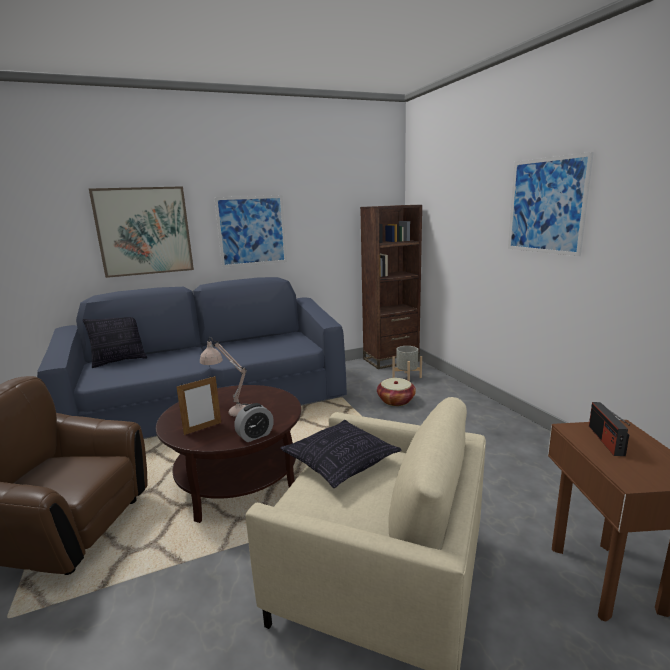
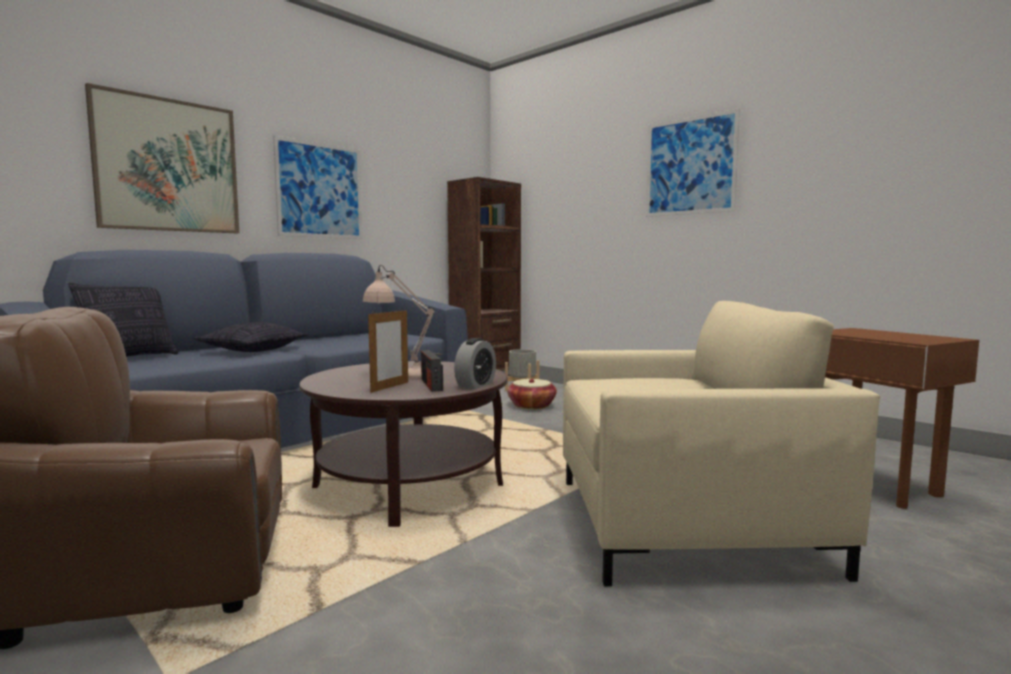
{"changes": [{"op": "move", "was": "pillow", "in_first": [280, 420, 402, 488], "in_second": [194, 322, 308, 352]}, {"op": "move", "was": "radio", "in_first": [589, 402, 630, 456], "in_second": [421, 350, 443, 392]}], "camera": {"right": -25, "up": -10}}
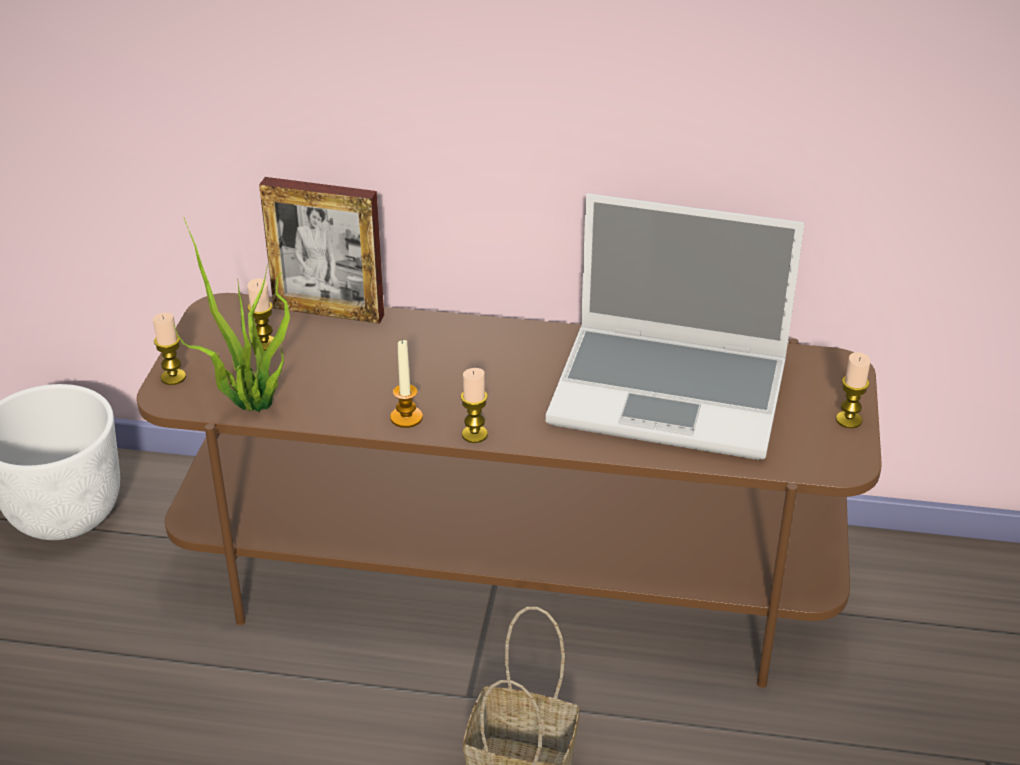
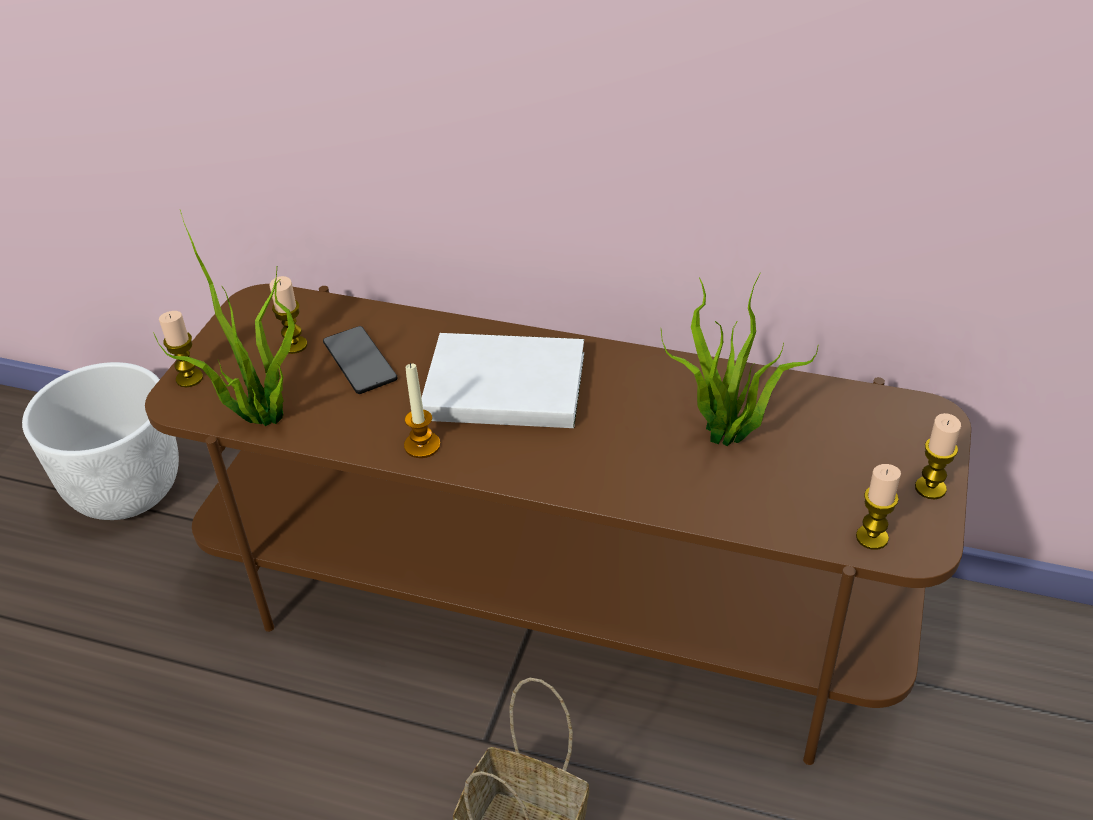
{"changes": [{"op": "insert", "now": "phone", "in_second": [323, 326, 398, 394]}, {"op": "insert", "now": "white book", "in_second": [421, 333, 584, 428]}, {"op": "replace", "was": "laptop", "now": "potted plant", "in_first": [545, 193, 805, 460], "in_second": [661, 273, 818, 446]}, {"op": "move", "was": "candle", "in_first": [461, 368, 488, 443], "in_second": [856, 464, 901, 550]}, {"op": "delete", "was": "picture frame", "in_first": [259, 177, 384, 324]}], "camera": {"right": 10, "up": 5}}
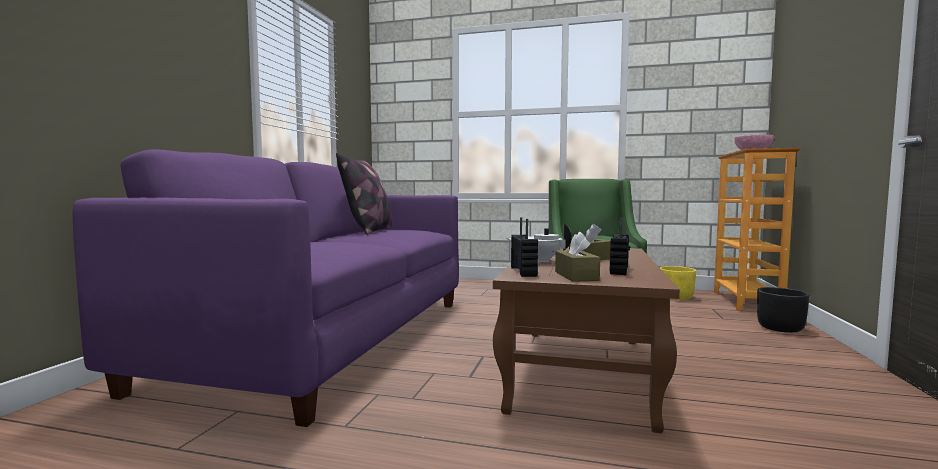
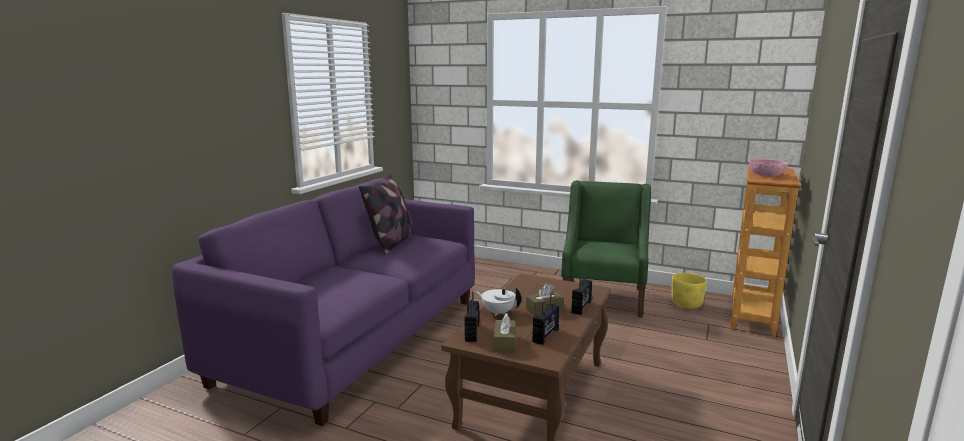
{"changes": [{"op": "insert", "now": "radio", "in_second": [571, 271, 592, 315]}, {"op": "delete", "was": "black planter", "in_first": [757, 287, 810, 333]}], "camera": {"right": 10, "up": 10}}
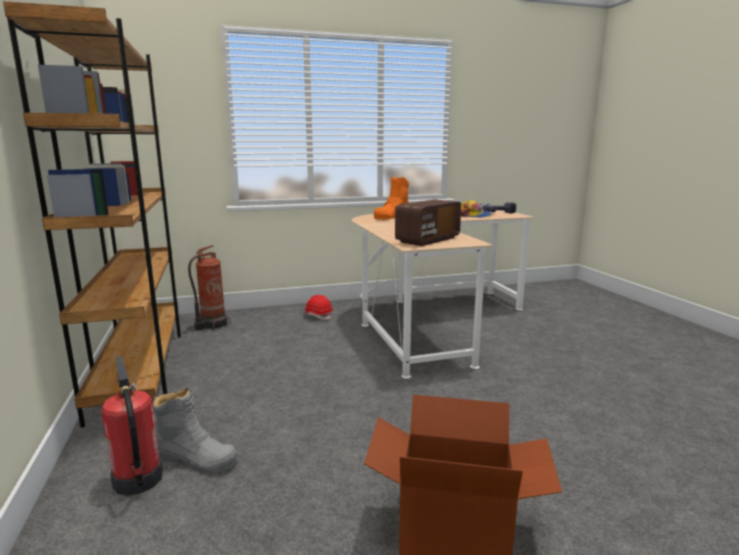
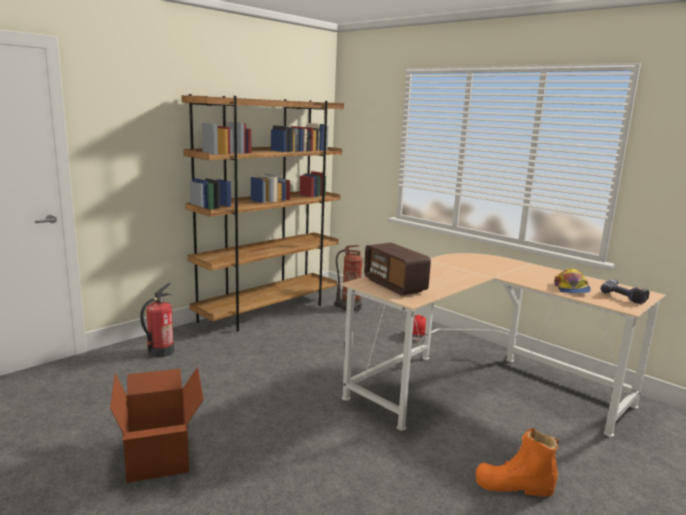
{"changes": [{"op": "rotate", "was": "radio", "in_first": [395, 199, 461, 246], "in_second": [364, 243, 431, 296], "clockwise": 45}, {"op": "move", "was": "orange boot", "in_first": [374, 177, 409, 220], "in_second": [476, 428, 559, 496]}, {"op": "delete", "was": "grey boot", "in_first": [152, 388, 238, 475]}], "camera": {"right": 60, "up": 0}}
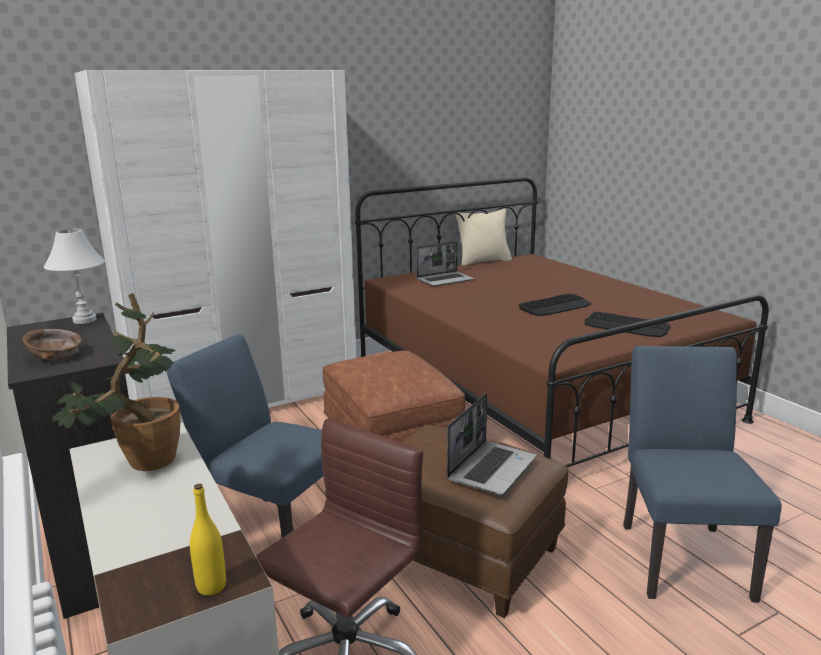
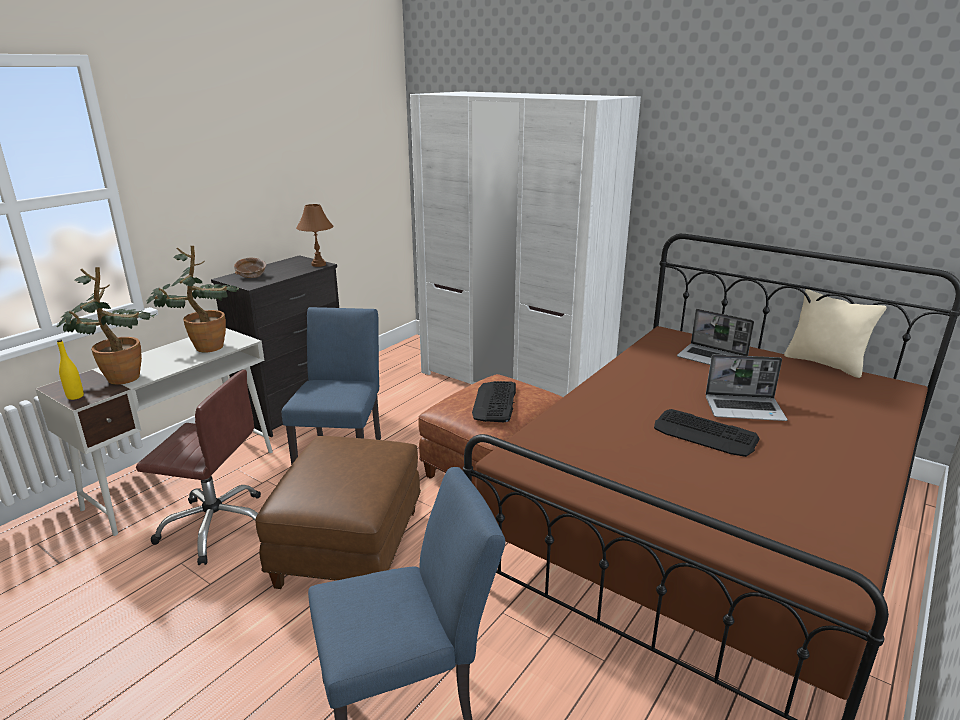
{"changes": [{"op": "insert", "now": "potted plant", "in_second": [57, 267, 156, 385]}, {"op": "recolor", "was": "white table lamp", "now": "brown table lamp", "in_first": [44, 229, 105, 324], "in_second": [296, 204, 334, 267]}, {"op": "move", "was": "keyboard", "in_first": [585, 312, 671, 337], "in_second": [472, 381, 516, 422]}, {"op": "move", "was": "laptop", "in_first": [447, 393, 536, 495], "in_second": [706, 354, 788, 421]}], "camera": {"right": 65, "up": 5}}
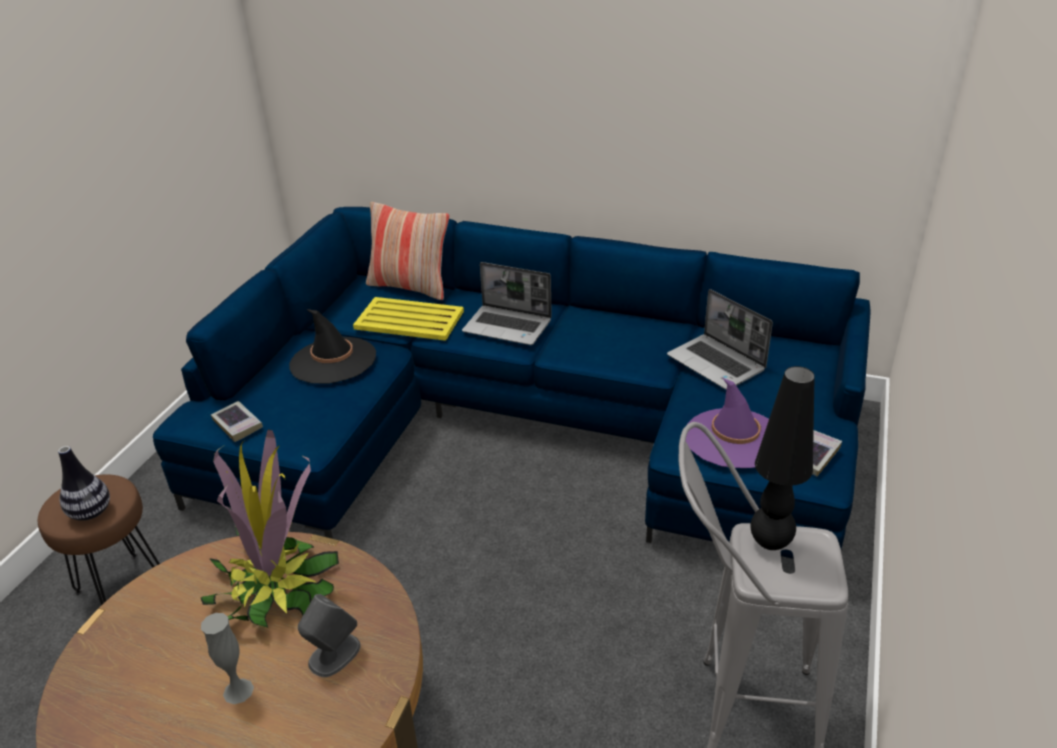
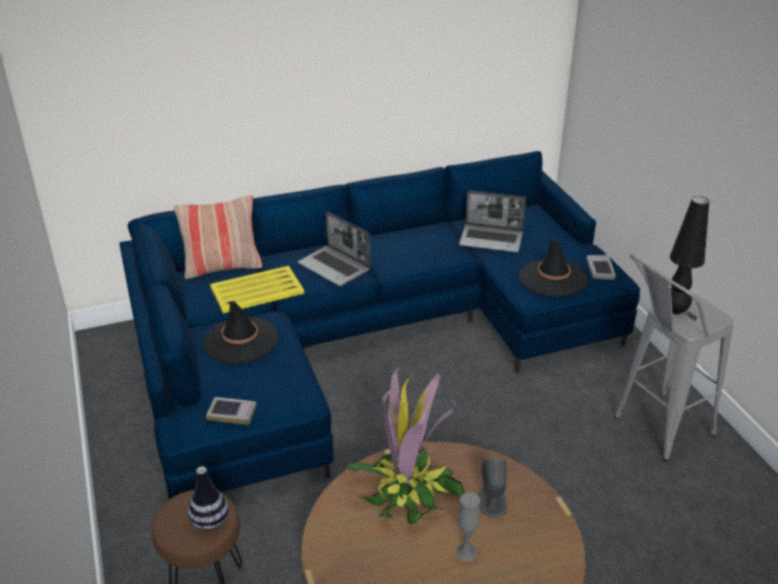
{"changes": [{"op": "rotate", "was": "laptop", "in_first": [462, 262, 552, 345], "in_second": [298, 211, 371, 286], "clockwise": 60}, {"op": "recolor", "was": "purple hat", "now": "black hat", "in_first": [686, 378, 769, 468], "in_second": [518, 238, 588, 296]}], "camera": {"right": -40, "up": 0}}
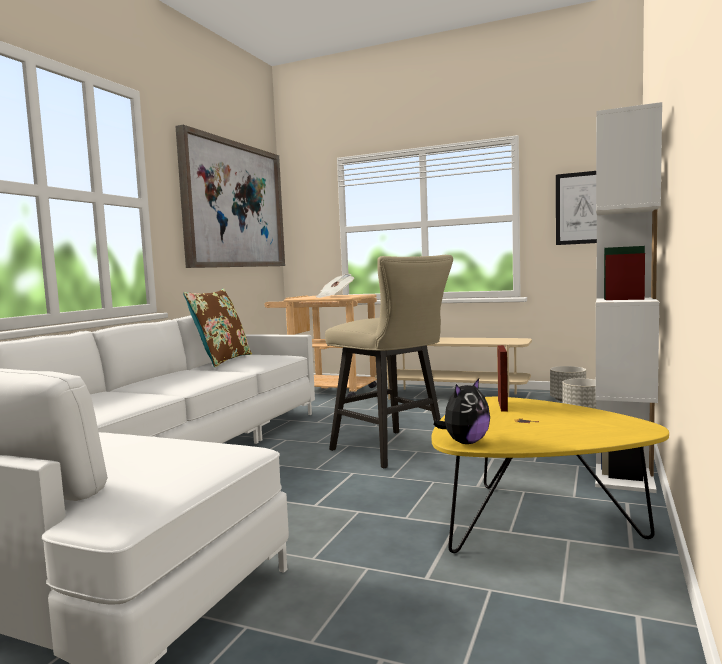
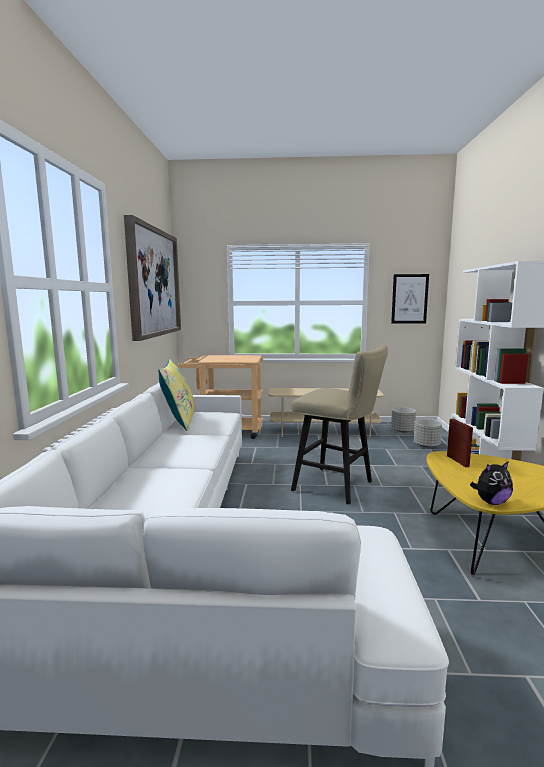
{"changes": [{"op": "recolor", "was": "brown pillow", "now": "yellow pillow", "in_first": [183, 288, 252, 367], "in_second": [158, 359, 195, 431]}, {"op": "rotate", "was": "plush toy", "in_first": [433, 379, 490, 444], "in_second": [470, 461, 513, 505], "clockwise": 45}, {"op": "delete", "was": "newspaper", "in_first": [316, 274, 354, 298]}], "camera": {"right": -20, "up": 5}}
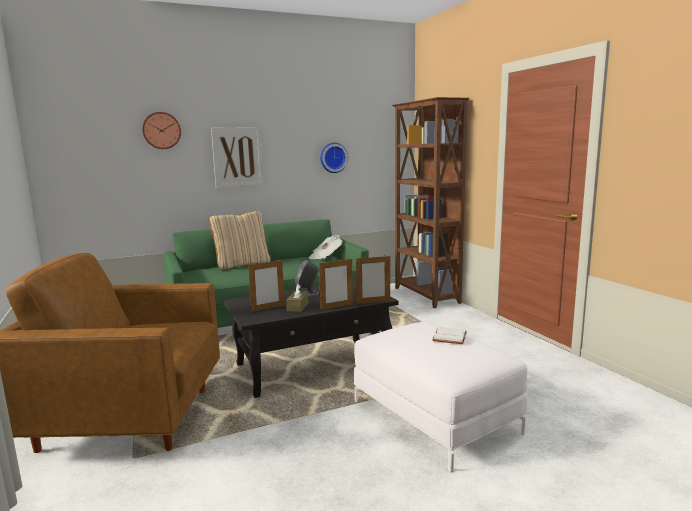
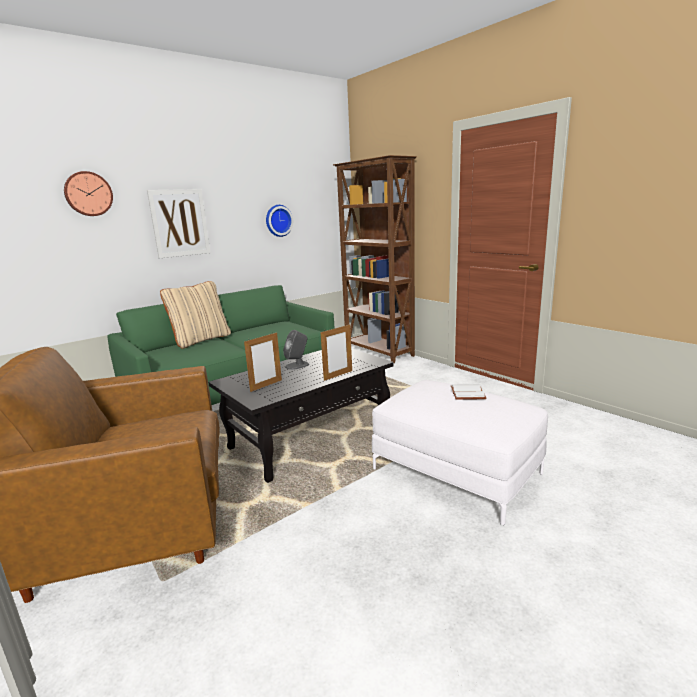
{"changes": [{"op": "delete", "was": "brown tissue box", "in_first": [287, 284, 308, 312]}, {"op": "delete", "was": "newspaper", "in_first": [309, 235, 343, 259]}, {"op": "delete", "was": "picture frame", "in_first": [356, 256, 390, 304]}], "camera": {"right": -15, "up": 5}}
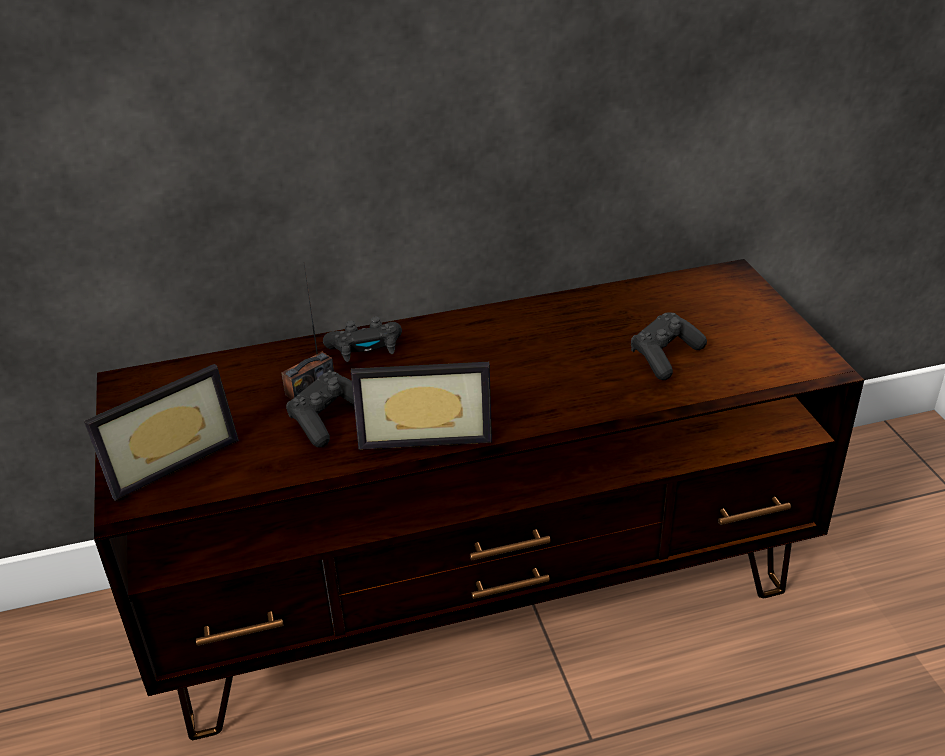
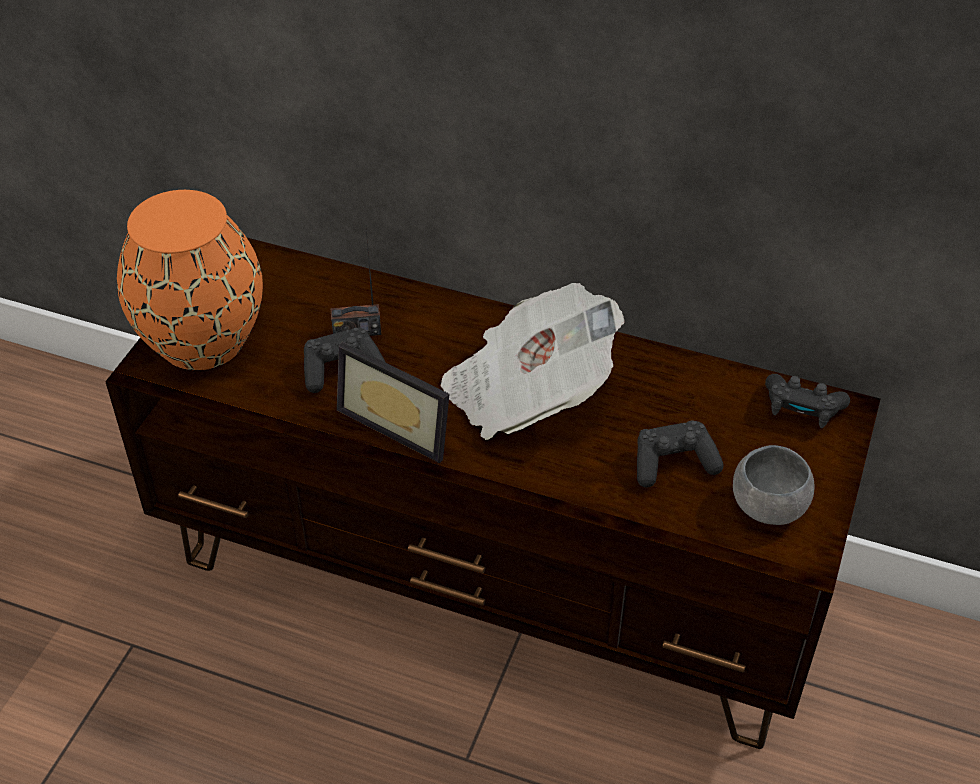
{"changes": [{"op": "replace", "was": "picture frame", "now": "orange vase", "in_first": [84, 364, 239, 501], "in_second": [117, 190, 263, 370]}, {"op": "insert", "now": "newspaper", "in_second": [441, 283, 625, 440]}, {"op": "insert", "now": "grey bowl", "in_second": [733, 445, 815, 525]}, {"op": "move", "was": "black game controller", "in_first": [323, 317, 402, 362], "in_second": [765, 374, 850, 428]}], "camera": {"right": 35, "up": 10}}
